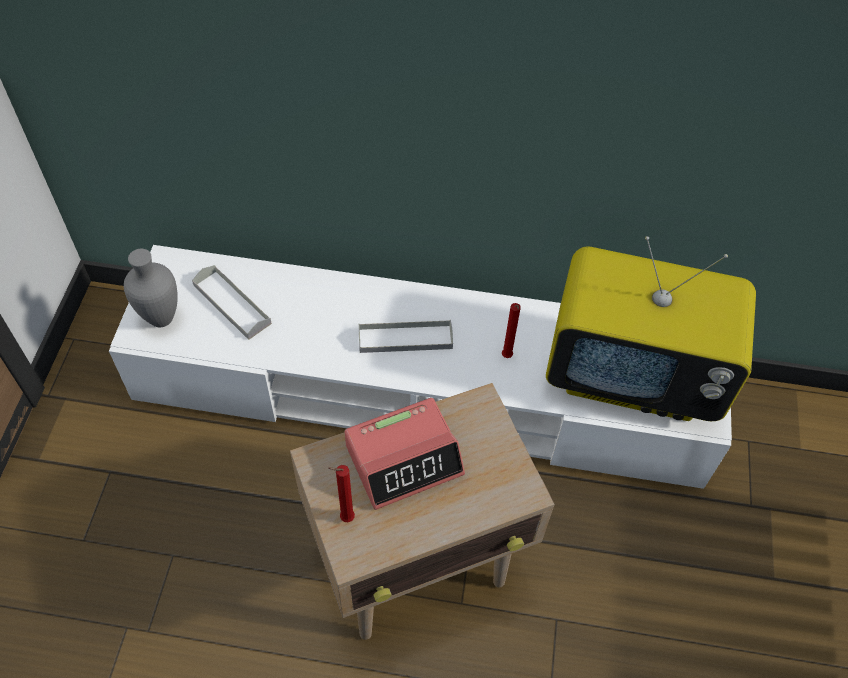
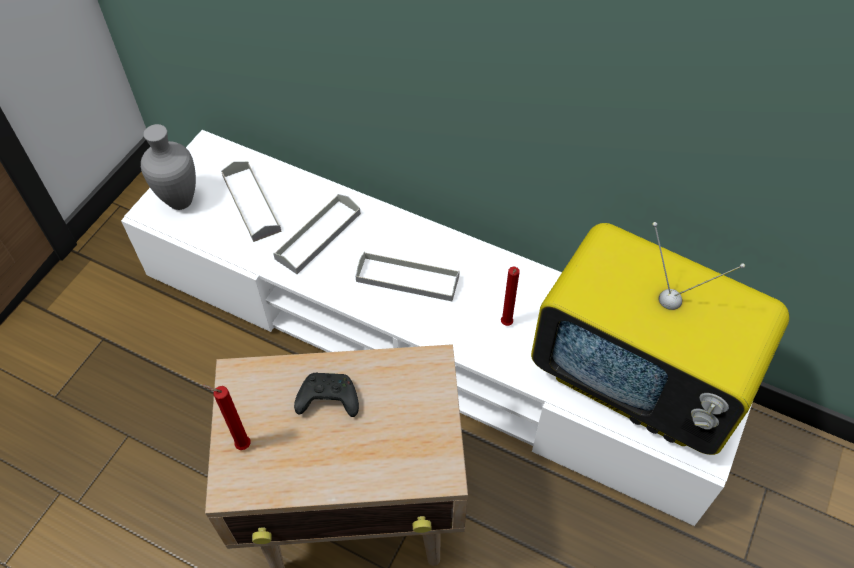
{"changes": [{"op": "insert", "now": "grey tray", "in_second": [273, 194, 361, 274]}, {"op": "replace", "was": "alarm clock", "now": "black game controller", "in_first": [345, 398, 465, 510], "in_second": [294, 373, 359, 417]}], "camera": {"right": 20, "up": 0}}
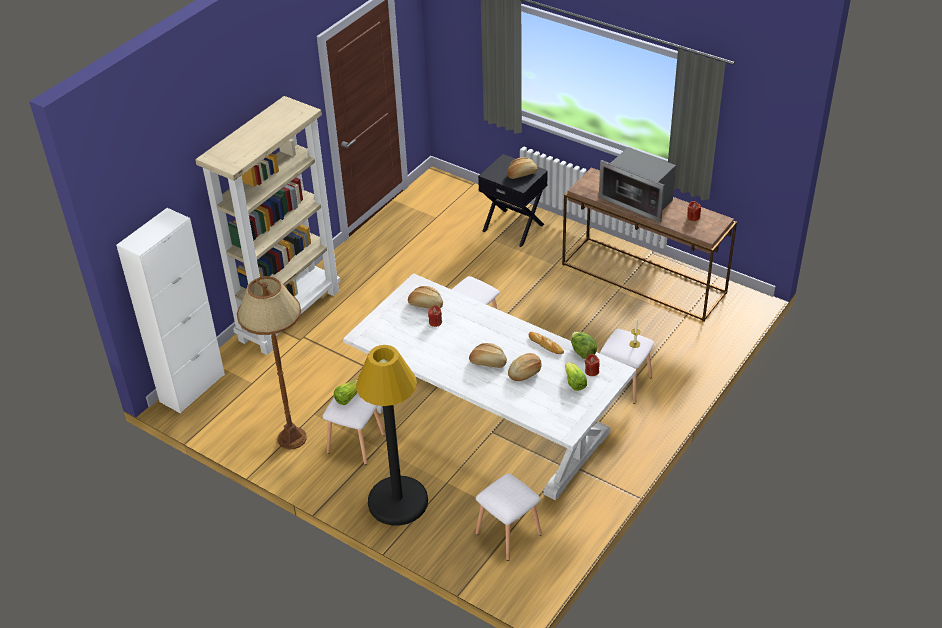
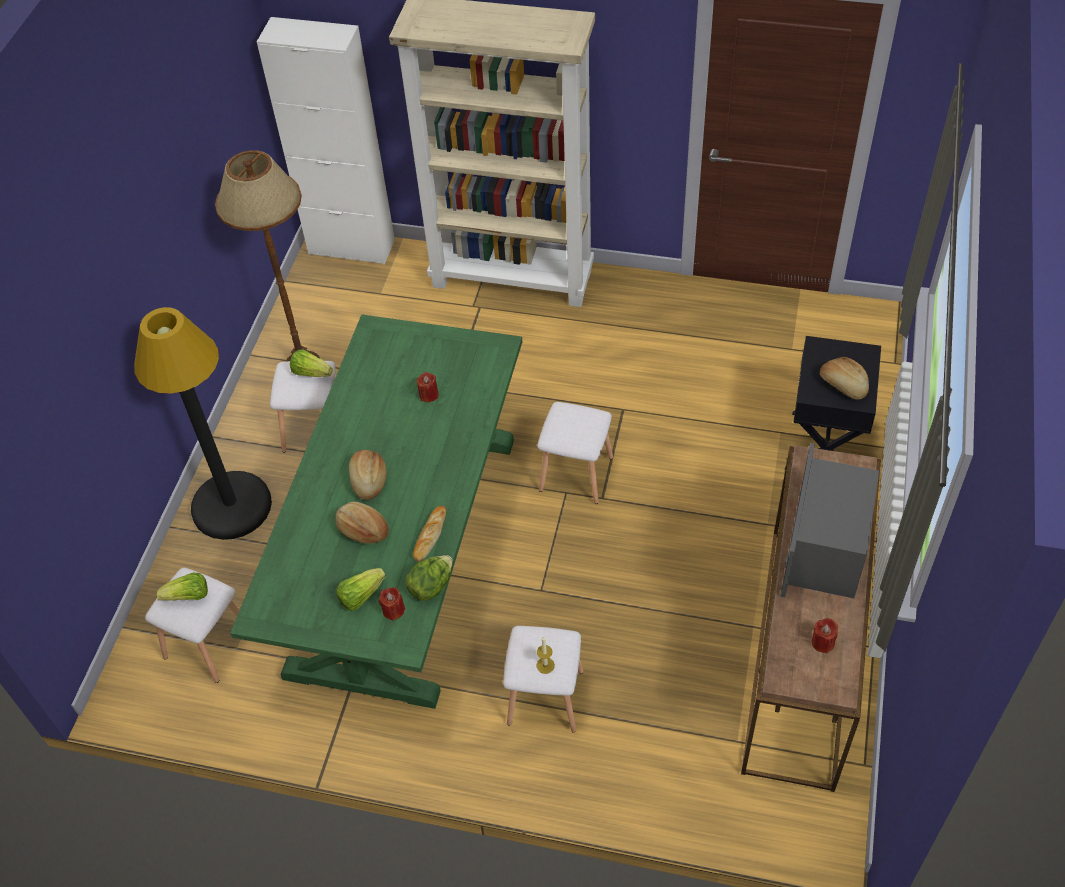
{"changes": [{"op": "insert", "now": "lettuce", "in_second": [156, 572, 208, 601]}, {"op": "recolor", "was": "white dining table", "now": "green dining table", "in_first": [343, 273, 636, 501], "in_second": [230, 315, 522, 709]}, {"op": "delete", "was": "bread", "in_first": [408, 286, 443, 309]}], "camera": {"right": 70, "up": 10}}
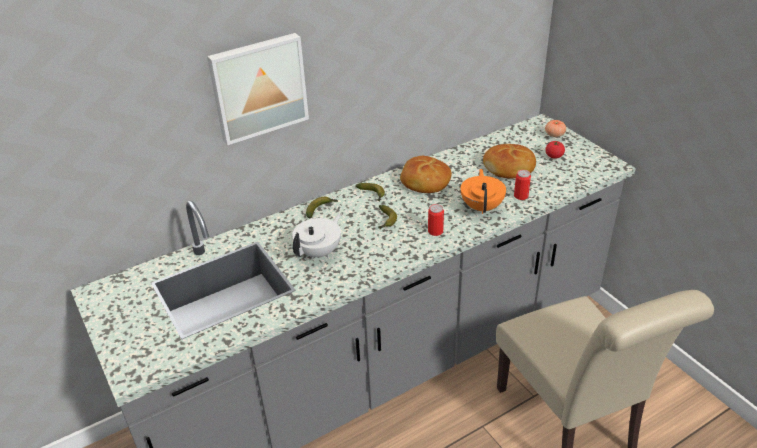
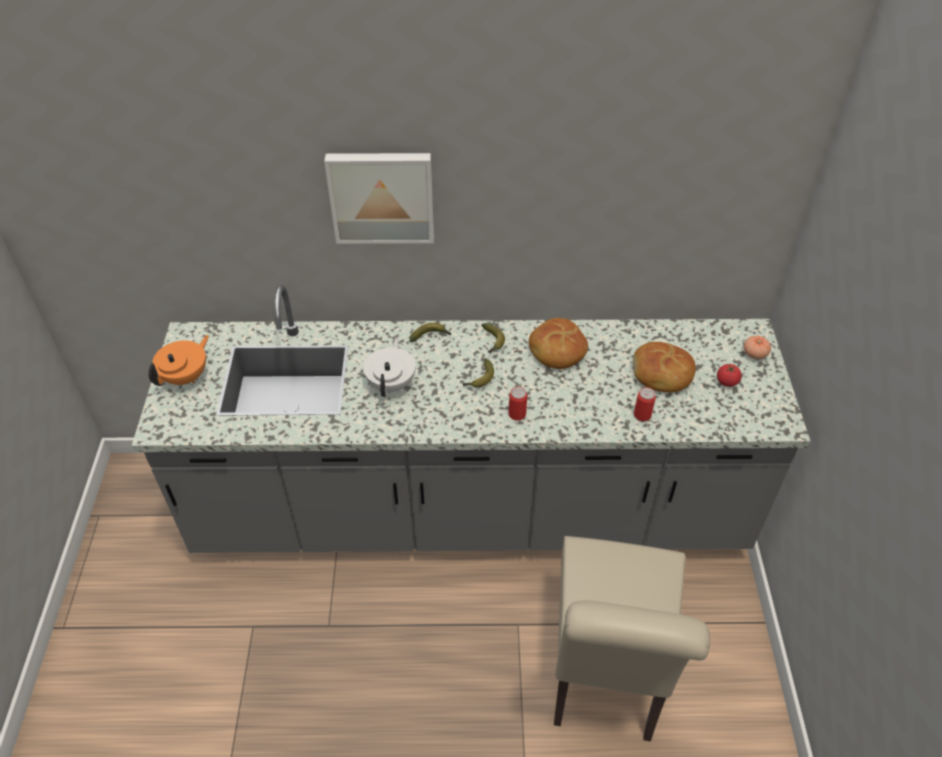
{"changes": [{"op": "move", "was": "orange teapot", "in_first": [461, 169, 506, 214], "in_second": [149, 335, 209, 386]}, {"op": "rotate", "was": "white teapot", "in_first": [292, 214, 341, 259], "in_second": [363, 337, 416, 397], "clockwise": -60}], "camera": {"right": 30, "up": 10}}
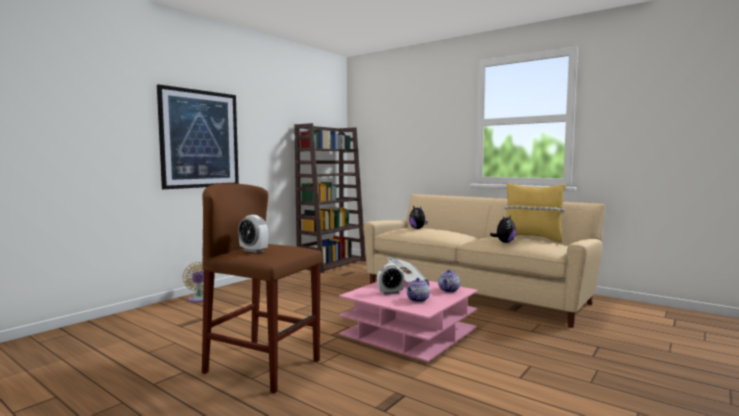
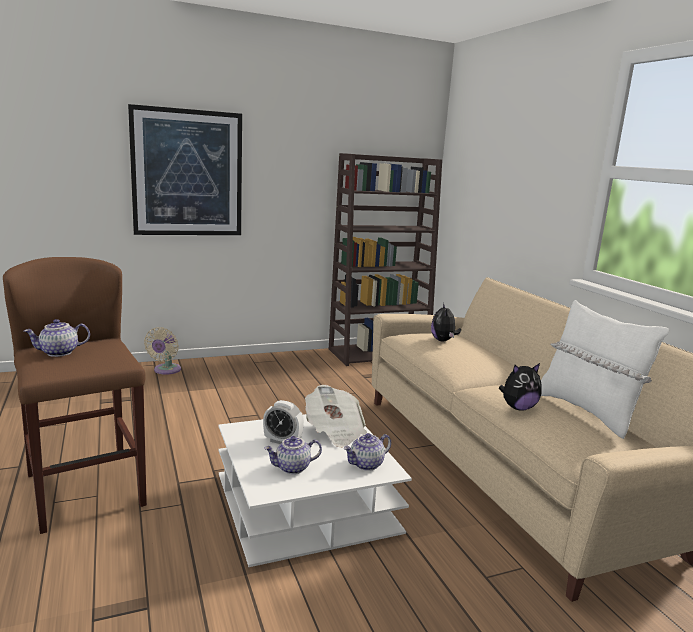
{"changes": [{"op": "replace", "was": "alarm clock", "now": "teapot", "in_first": [238, 215, 269, 253], "in_second": [24, 319, 90, 357]}, {"op": "recolor", "was": "pink coffee table", "now": "white coffee table", "in_first": [339, 280, 478, 362], "in_second": [219, 414, 412, 567]}, {"op": "recolor", "was": "yellow pillow", "now": "white pillow", "in_first": [504, 183, 566, 243], "in_second": [541, 300, 669, 439]}], "camera": {"right": 30, "up": 10}}
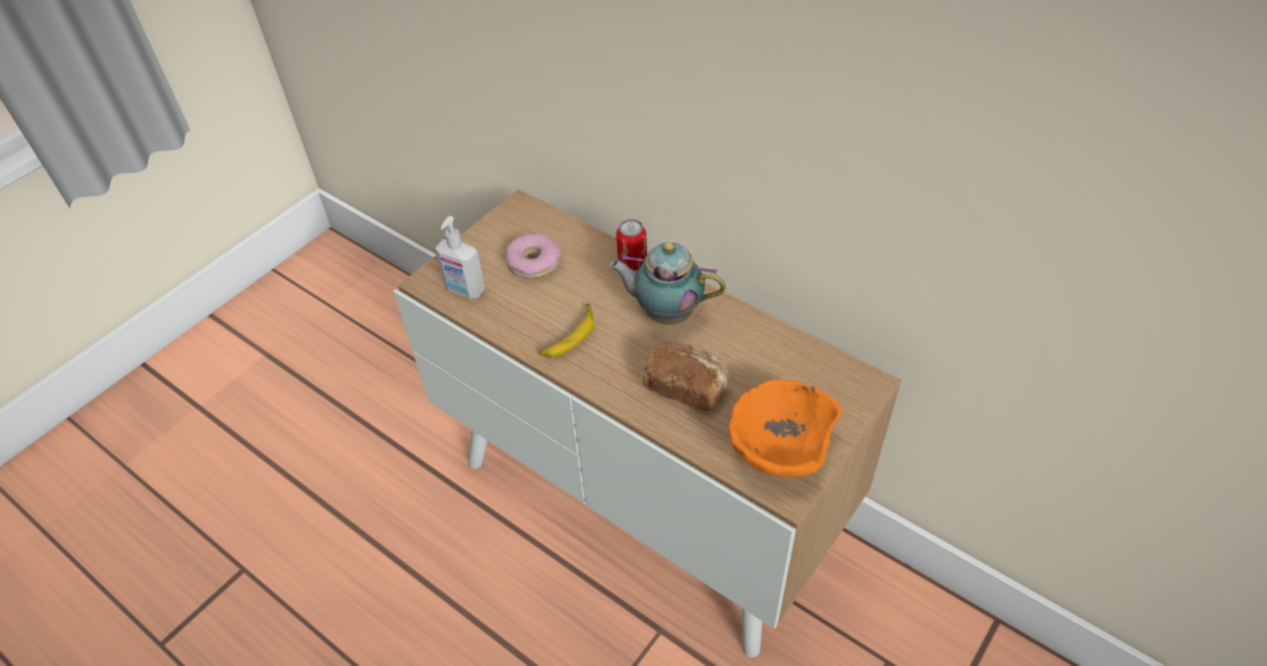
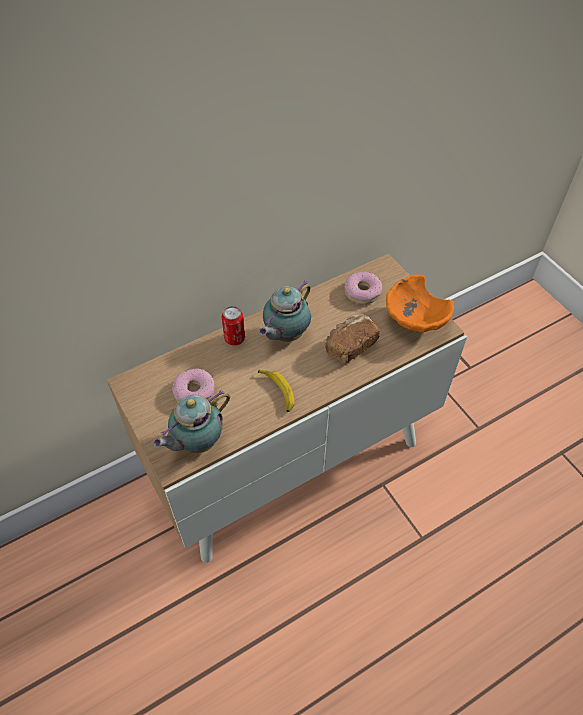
{"changes": [{"op": "replace", "was": "soap dispenser", "now": "teapot", "in_first": [435, 216, 485, 298], "in_second": [153, 390, 230, 453]}, {"op": "insert", "now": "donut", "in_second": [344, 272, 382, 305]}], "camera": {"right": -70, "up": 5}}
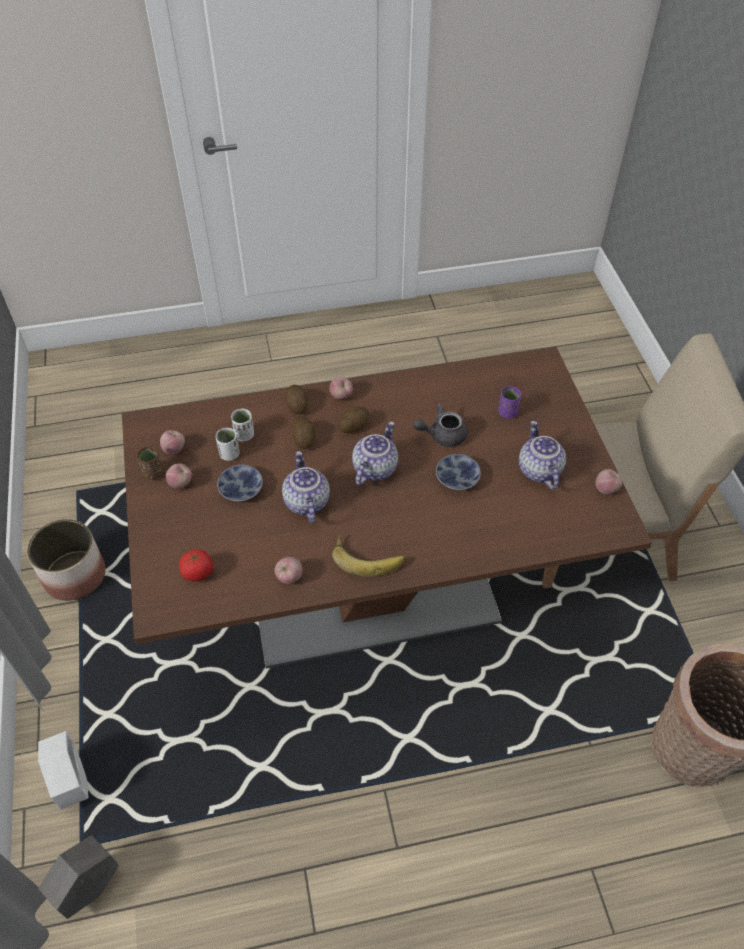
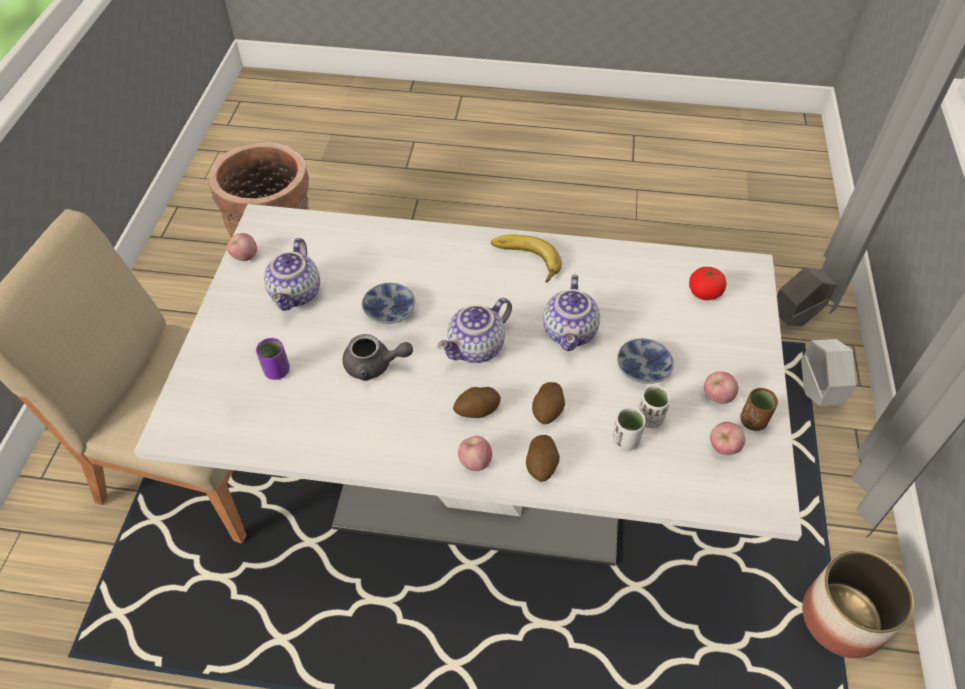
{"changes": [{"op": "recolor", "was": "brown dining table", "now": "white dining table", "in_first": [122, 347, 652, 669], "in_second": [134, 204, 802, 566]}, {"op": "delete", "was": "apple", "in_first": [275, 557, 303, 584]}], "camera": {"right": -160, "up": 0}}
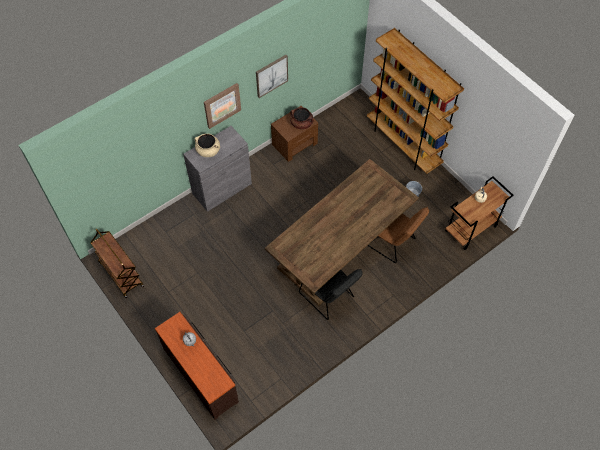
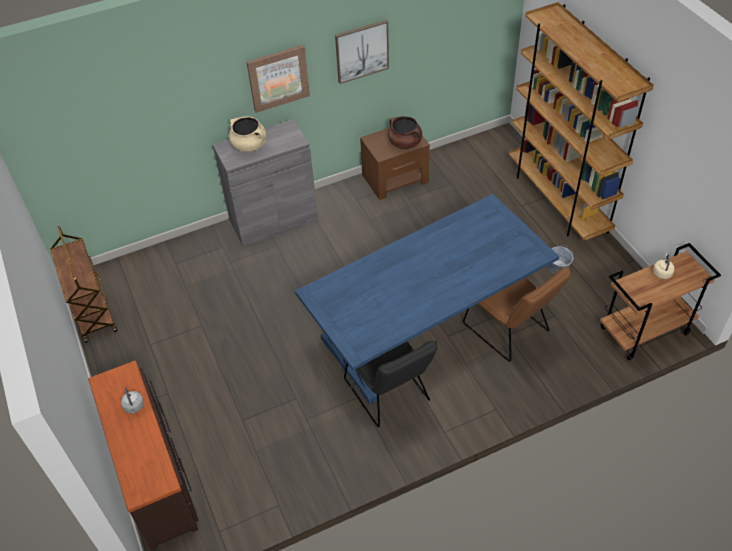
{"changes": [{"op": "recolor", "was": "brown dining table", "now": "blue dining table", "in_first": [265, 159, 419, 306], "in_second": [295, 194, 559, 404]}], "camera": {"right": 15, "up": -10}}
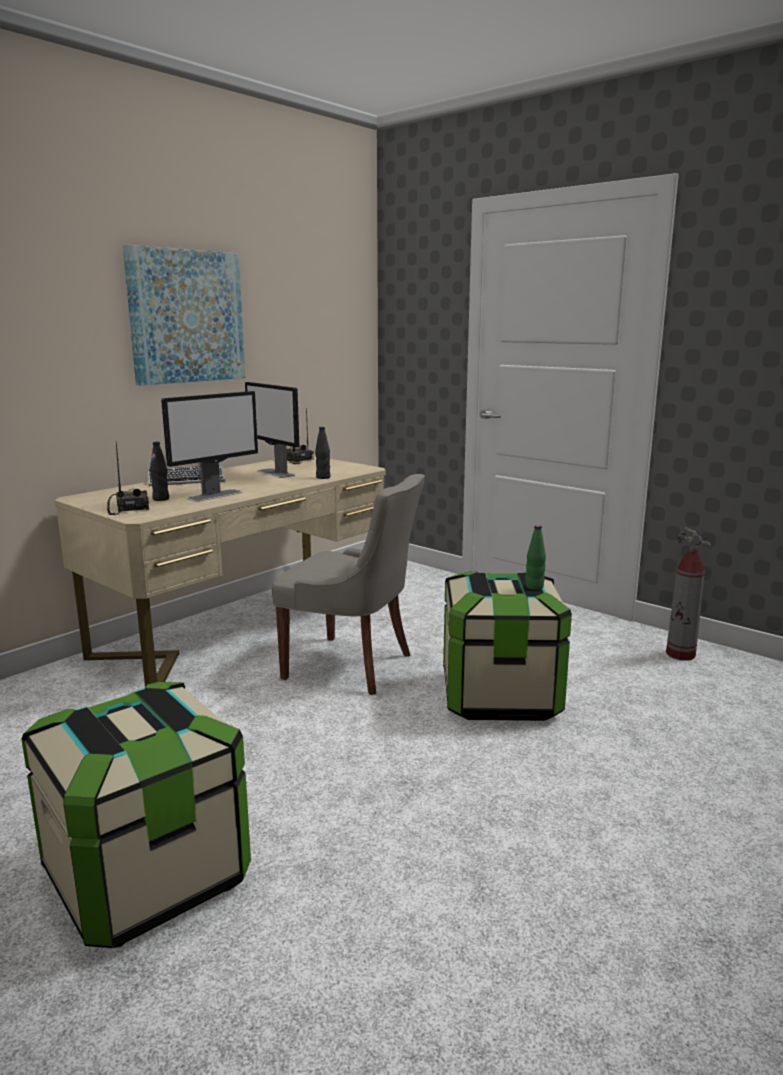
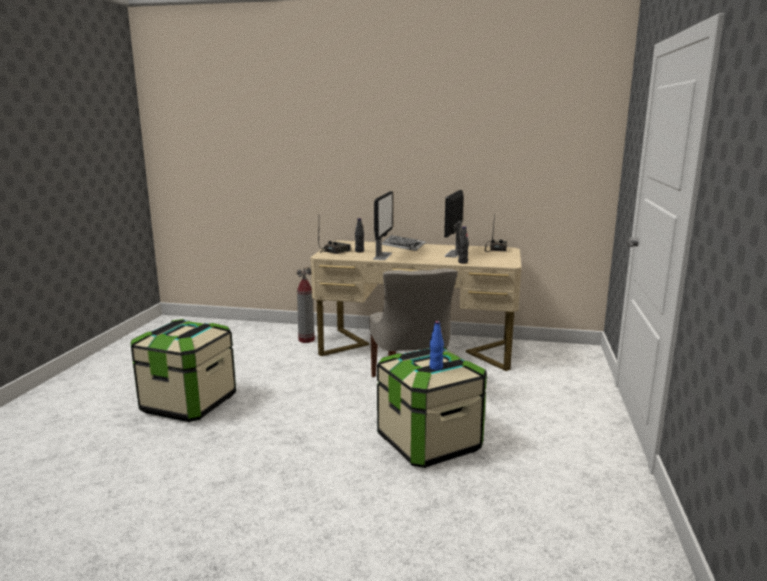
{"changes": [{"op": "move", "was": "fire extinguisher", "in_first": [666, 528, 711, 661], "in_second": [297, 267, 315, 343]}, {"op": "rotate", "was": "monitor", "in_first": [161, 391, 258, 502], "in_second": [373, 191, 393, 260], "clockwise": -90}, {"op": "recolor", "was": "green bottle", "now": "blue bottle", "in_first": [525, 525, 546, 590], "in_second": [429, 321, 444, 370]}, {"op": "delete", "was": "picture", "in_first": [123, 244, 245, 385]}], "camera": {"right": 60, "up": 0}}
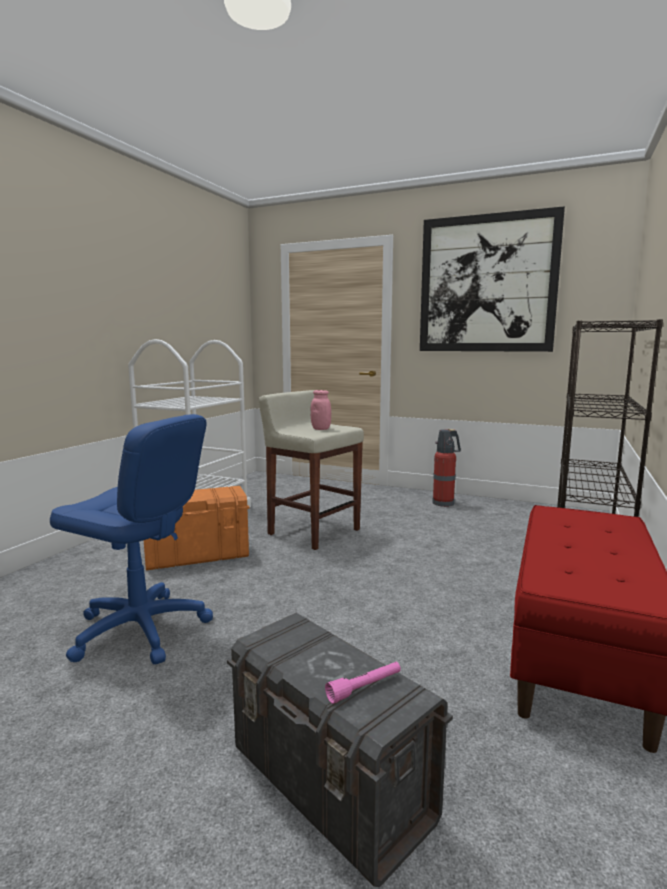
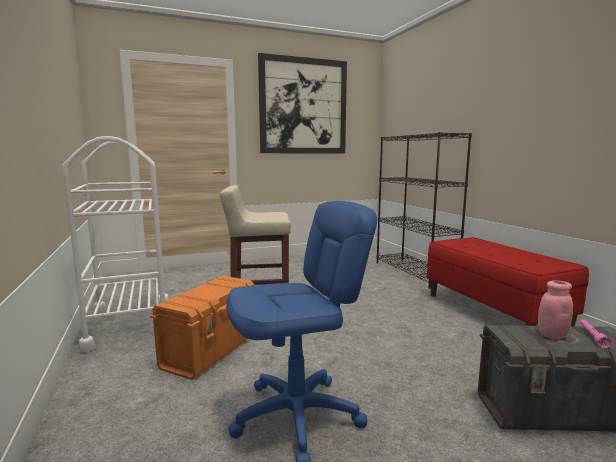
{"changes": [{"op": "move", "was": "pink jar", "in_first": [311, 390, 331, 430], "in_second": [538, 281, 573, 339]}, {"op": "delete", "was": "fire extinguisher", "in_first": [432, 429, 461, 507]}], "camera": {"right": -45, "up": 0}}
